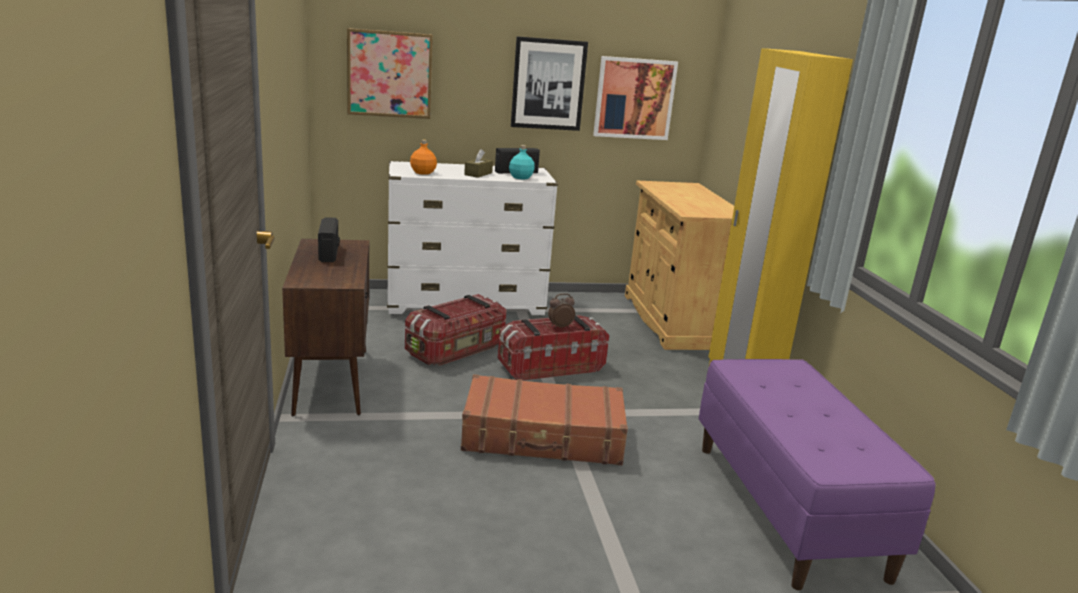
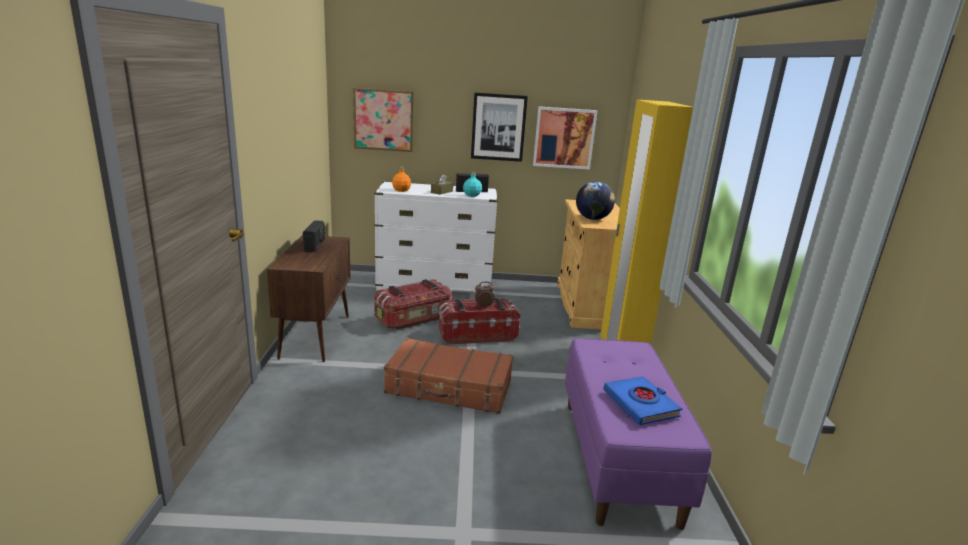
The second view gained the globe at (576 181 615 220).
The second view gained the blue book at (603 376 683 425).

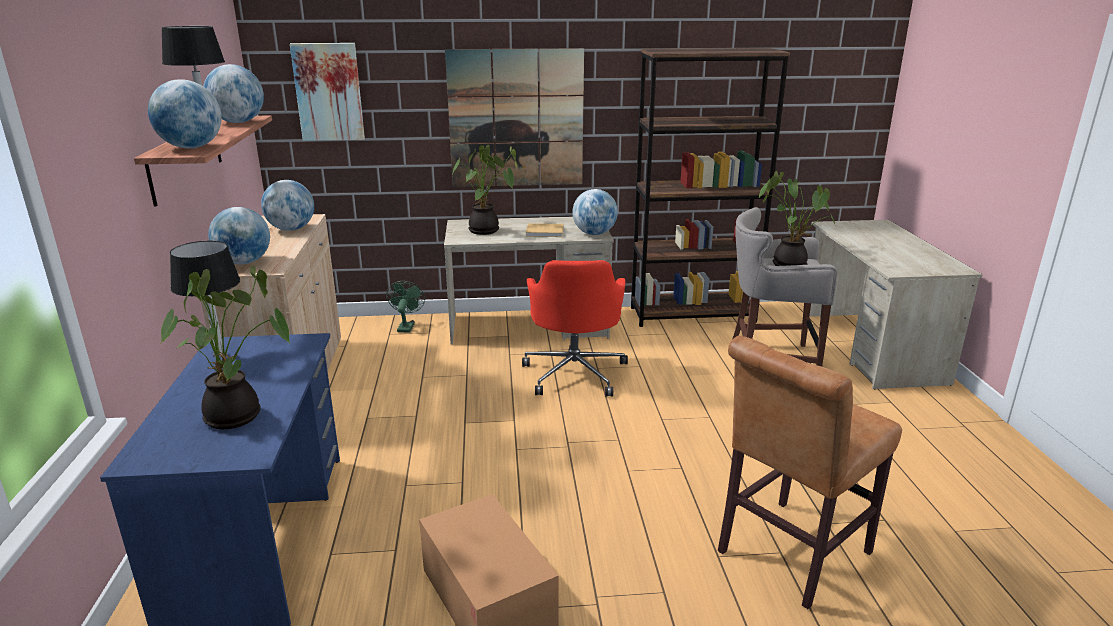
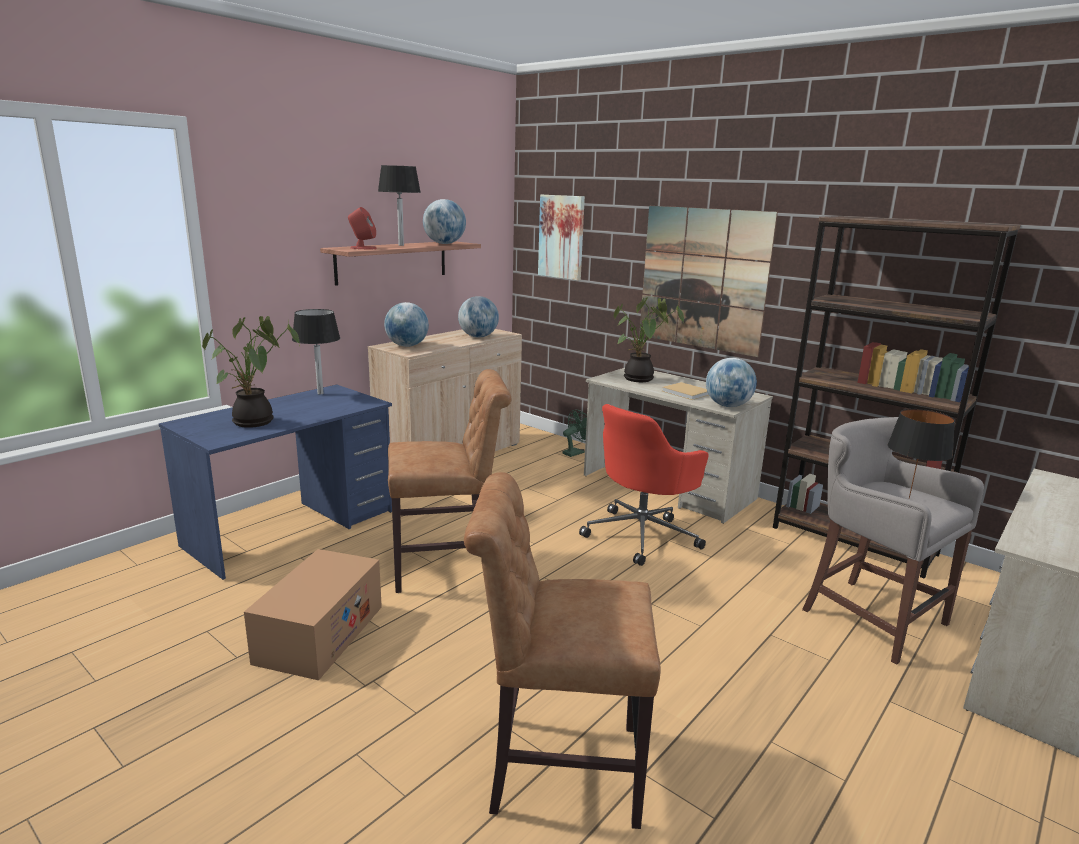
Where the globe stood at (148 79 222 148), the red speaker came to stand at (348 207 377 249).
The second view gained the brown chair at (388 369 512 593).
Where the potted plant stood at (759 171 835 266), the black table lamp came to stand at (888 409 955 499).

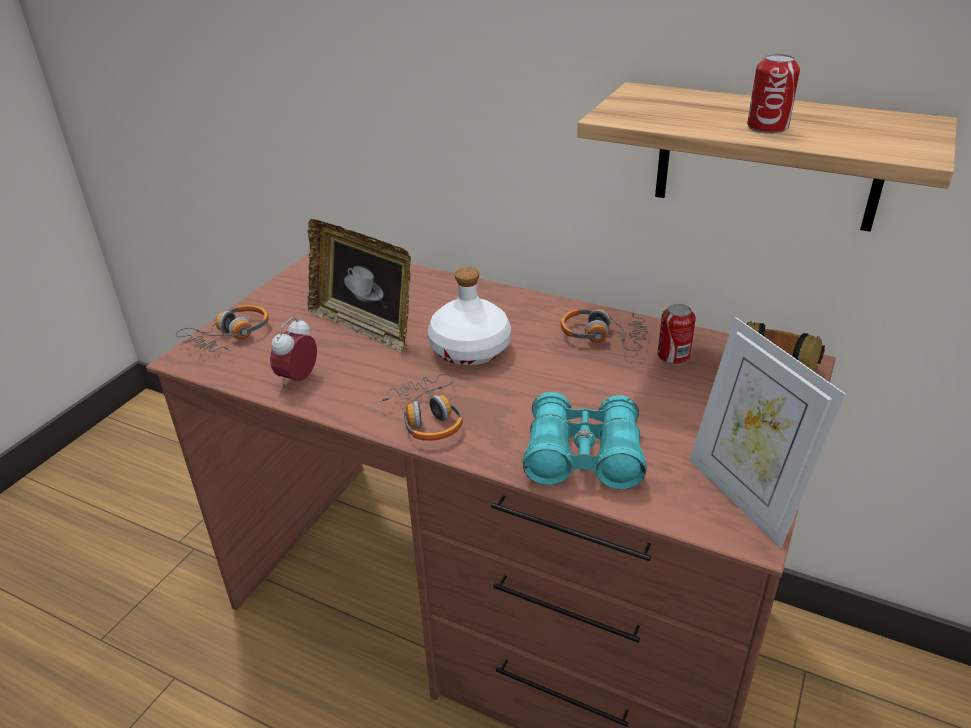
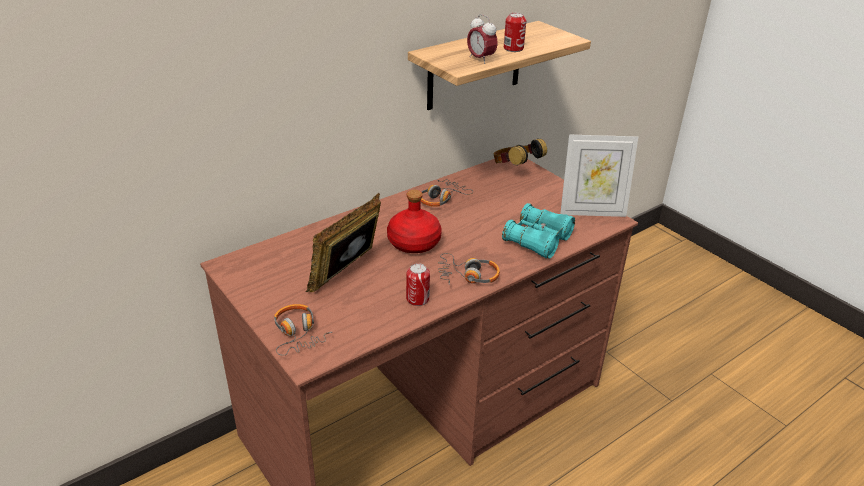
The picture frame at (308 219 411 354) ended up facing another way, 150 degrees clockwise from before.
What was the white bottle at (428 267 511 365) turned into the red bottle at (387 190 442 253).
The can ended up elsewhere, having gone from (657 304 696 364) to (406 263 430 306).
The alarm clock ended up elsewhere, having gone from (270 317 317 387) to (467 14 498 64).

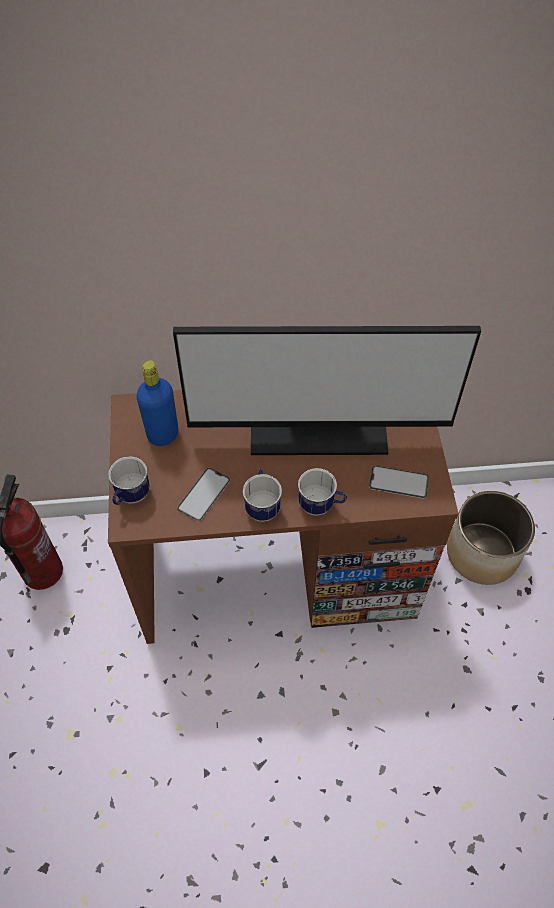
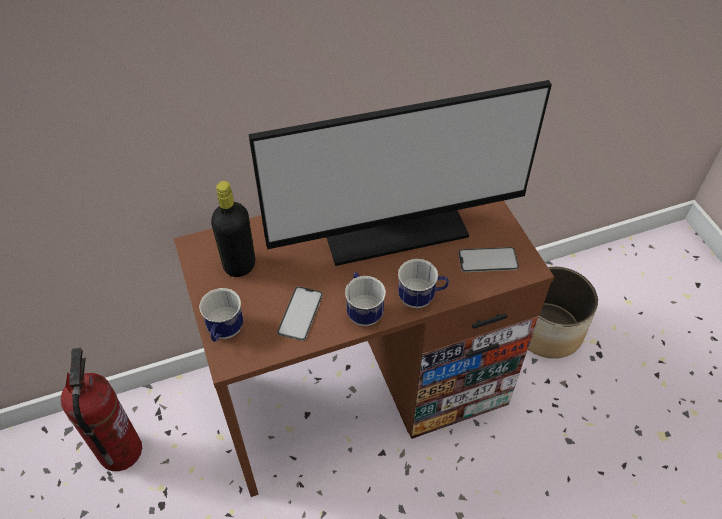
What was the blue bottle at (137 361 178 446) turned into the black bottle at (211 181 255 277).

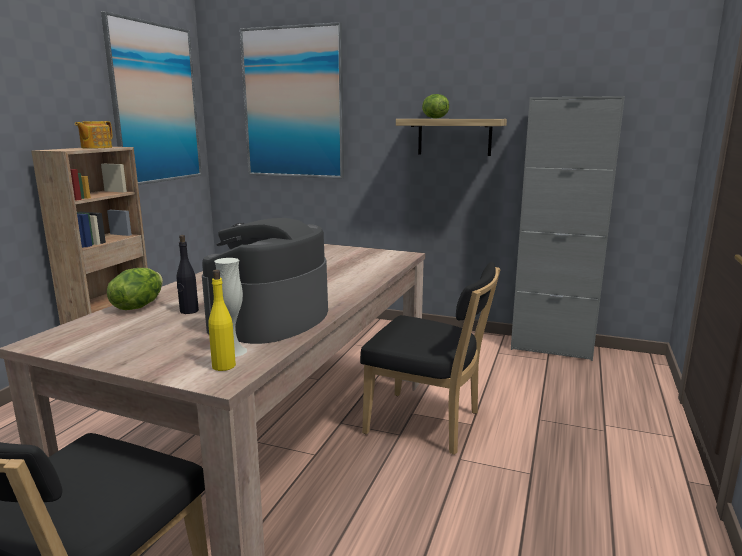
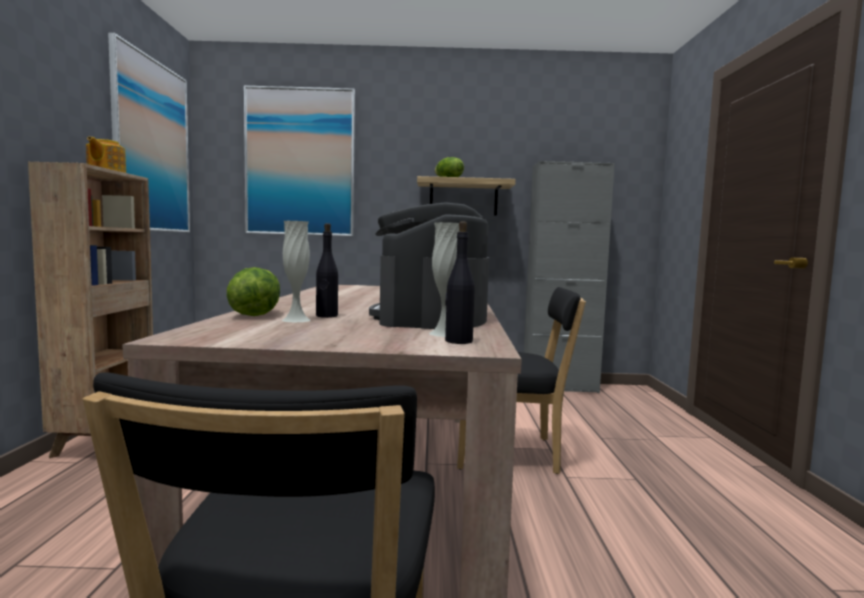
The second view gained the white vase at (282 221 310 323).
What was the yellow bottle at (208 270 236 371) turned into the black bottle at (445 222 475 344).

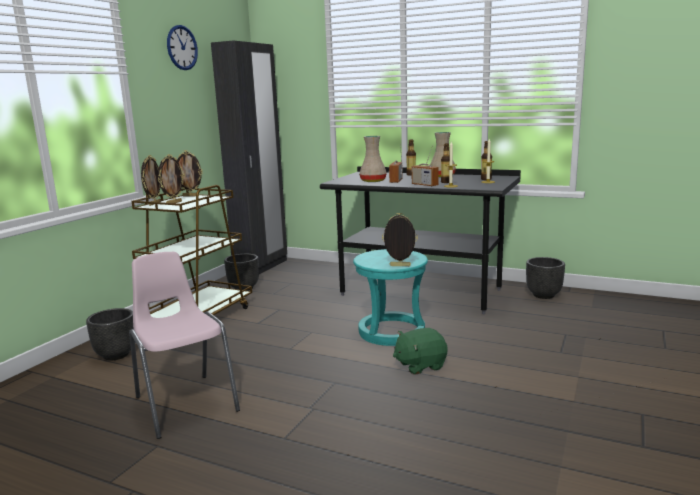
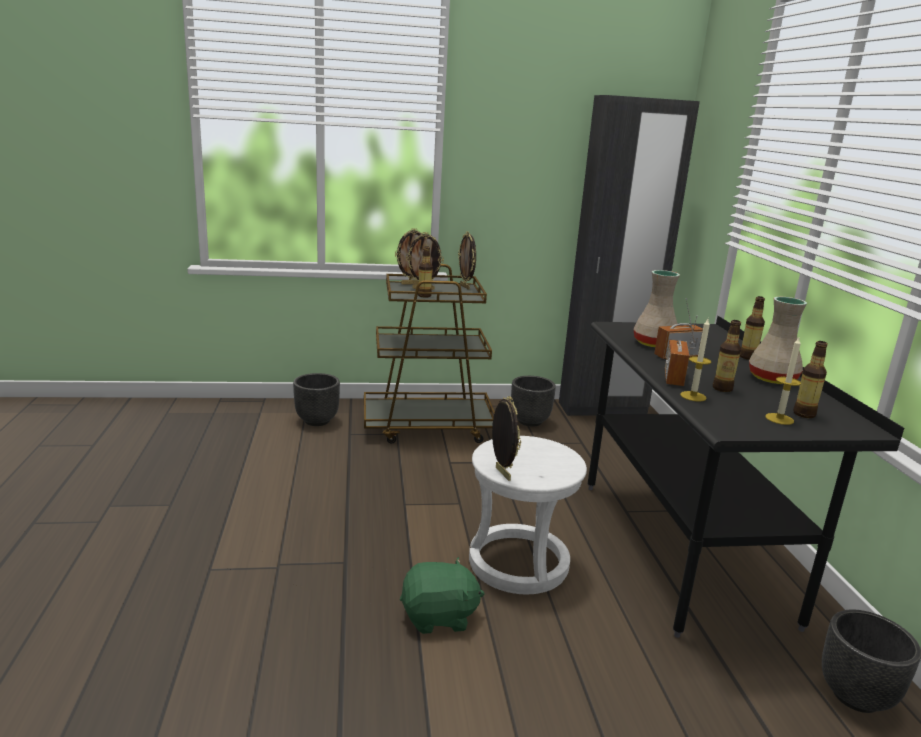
The green plush toy at (393 328 448 375) ended up facing another way, 135 degrees clockwise from before.
The second view gained the bottle at (418 246 433 298).
What was the turquoise stool at (353 249 428 346) turned into the white stool at (469 436 587 594).
The second view lost the pink chair at (129 252 240 439).
The second view lost the wall clock at (167 25 198 70).

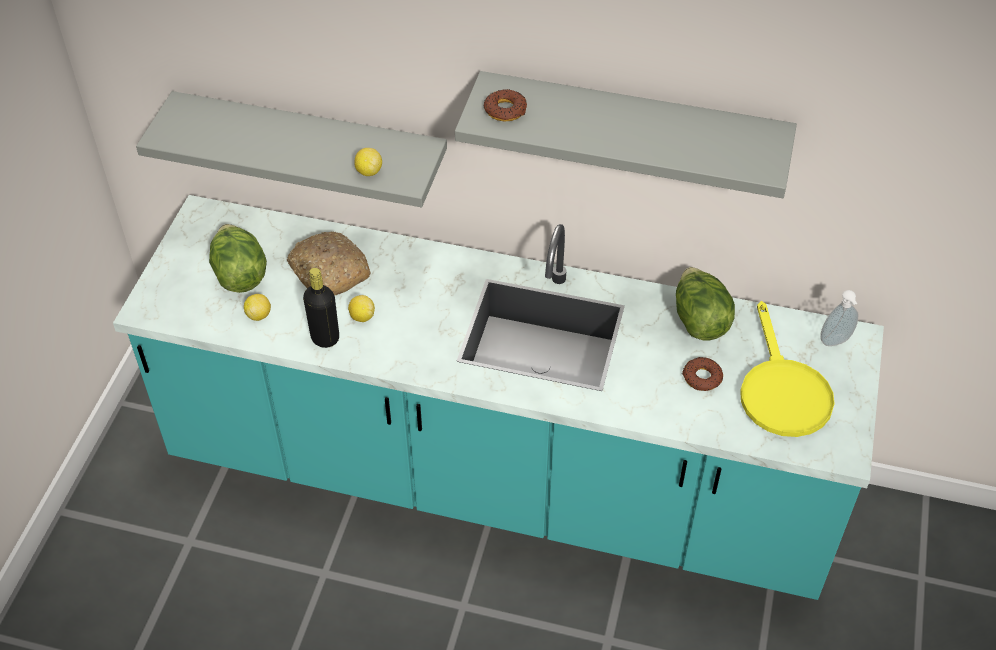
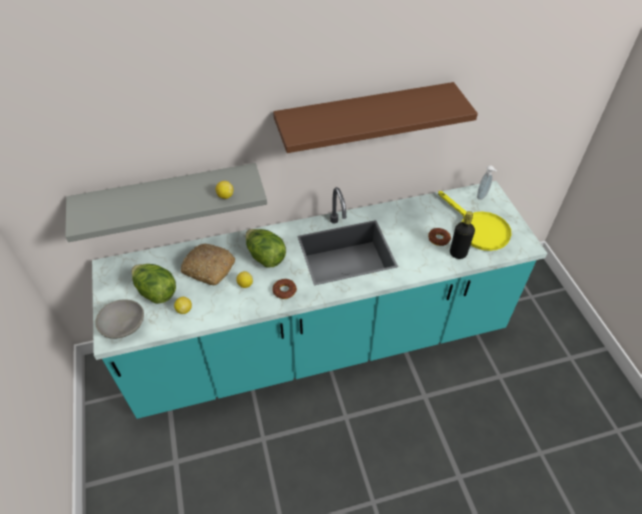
The second view gained the grey bowl at (95 299 144 339).
The lettuce ended up elsewhere, having gone from (676 267 735 341) to (246 229 286 268).
The donut ended up elsewhere, having gone from (484 89 527 122) to (272 279 297 299).
What was the grey shelf at (455 71 797 198) turned into the brown shelf at (273 82 478 153).
The black bottle ended up elsewhere, having gone from (303 268 339 348) to (450 211 475 259).

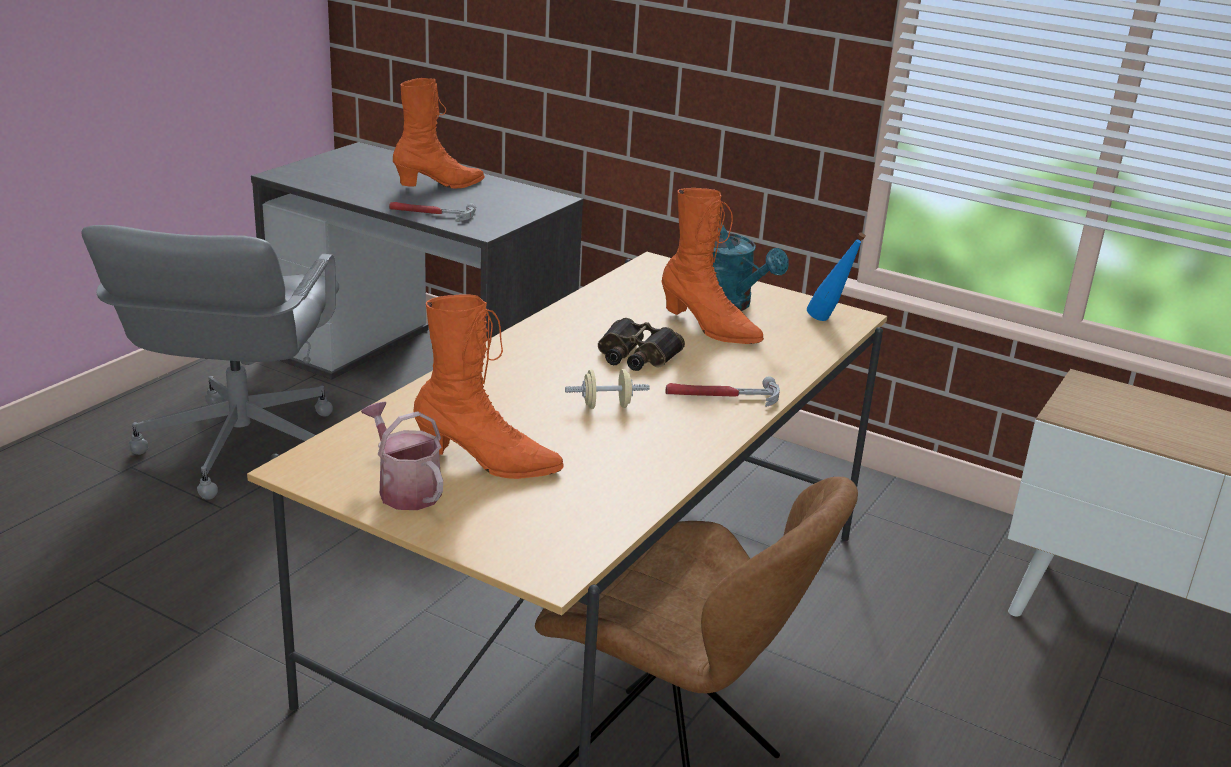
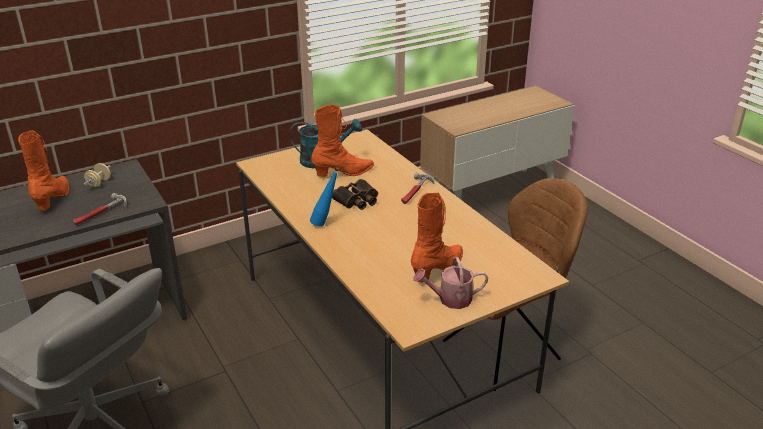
The beige dumbbell ended up elsewhere, having gone from (565 369 650 409) to (83 163 111 187).
The blue bottle ended up elsewhere, having gone from (807 232 866 321) to (310 167 339 227).

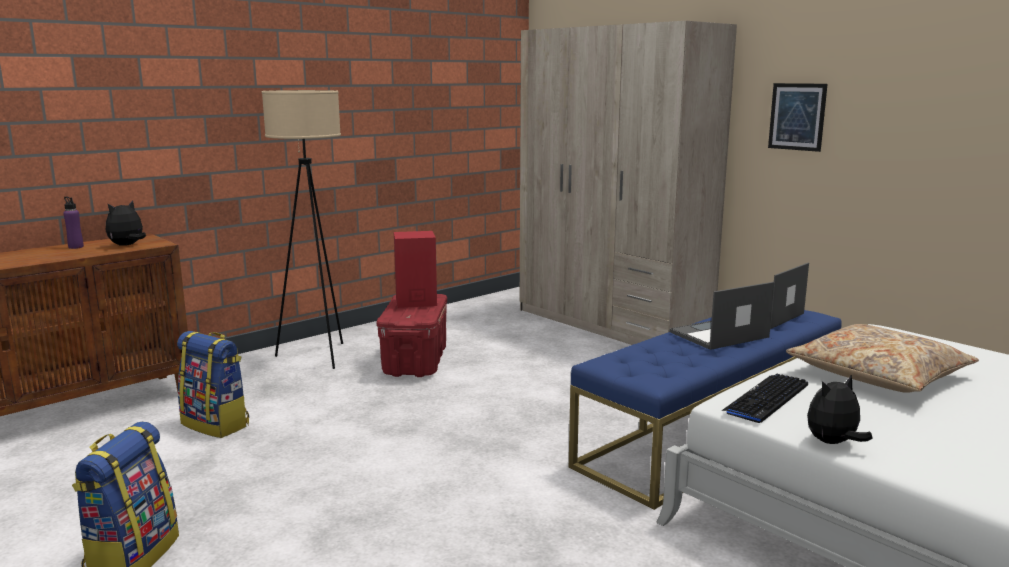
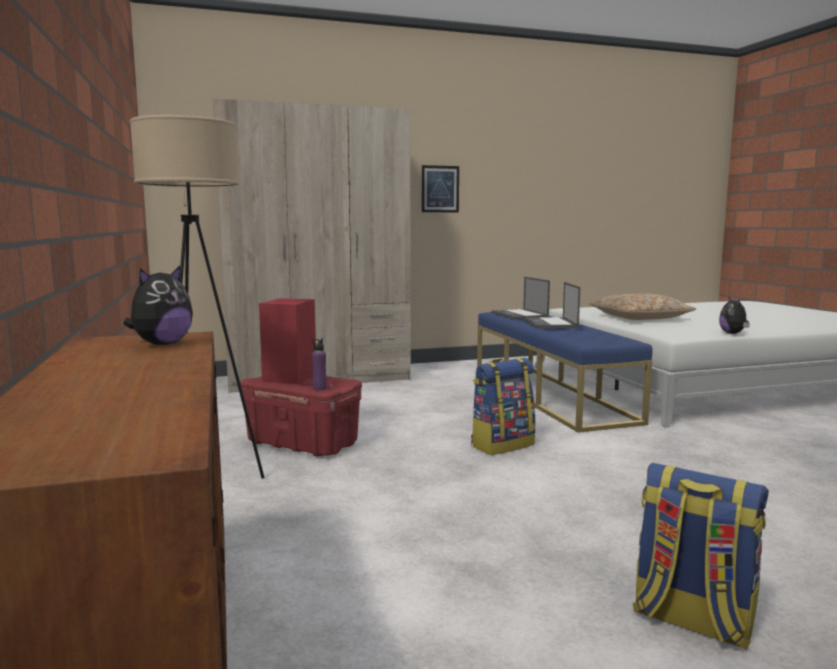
The plush toy at (106 200 146 246) ended up facing another way, 120 degrees counterclockwise from before.
The purple bottle ended up elsewhere, having gone from (63 196 84 249) to (312 338 327 391).
The backpack ended up elsewhere, having gone from (177 331 249 438) to (471 358 535 455).
The second view lost the keyboard at (721 374 808 423).

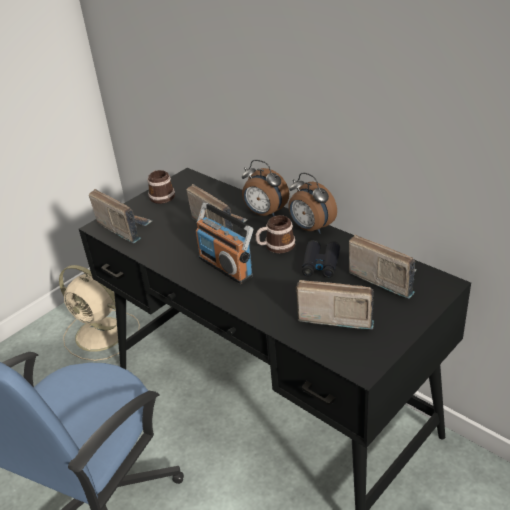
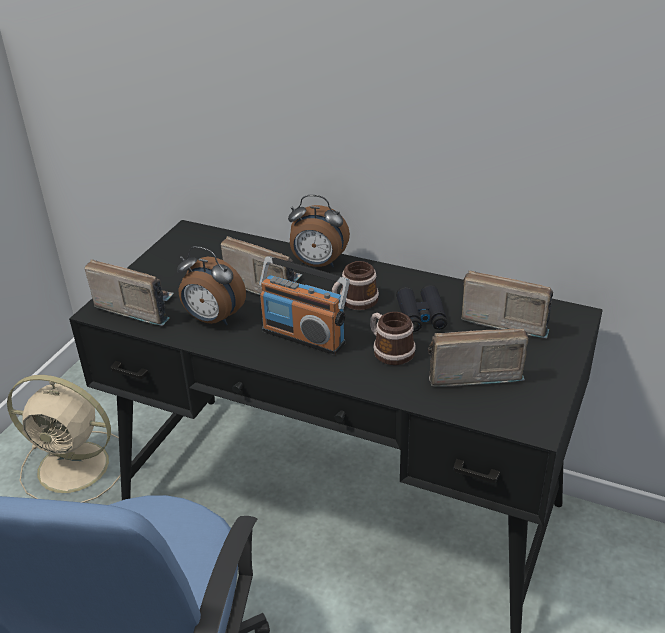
The alarm clock ended up elsewhere, having gone from (288 172 337 234) to (177 246 246 325).
The mug ended up elsewhere, having gone from (147 170 175 204) to (370 312 416 365).

